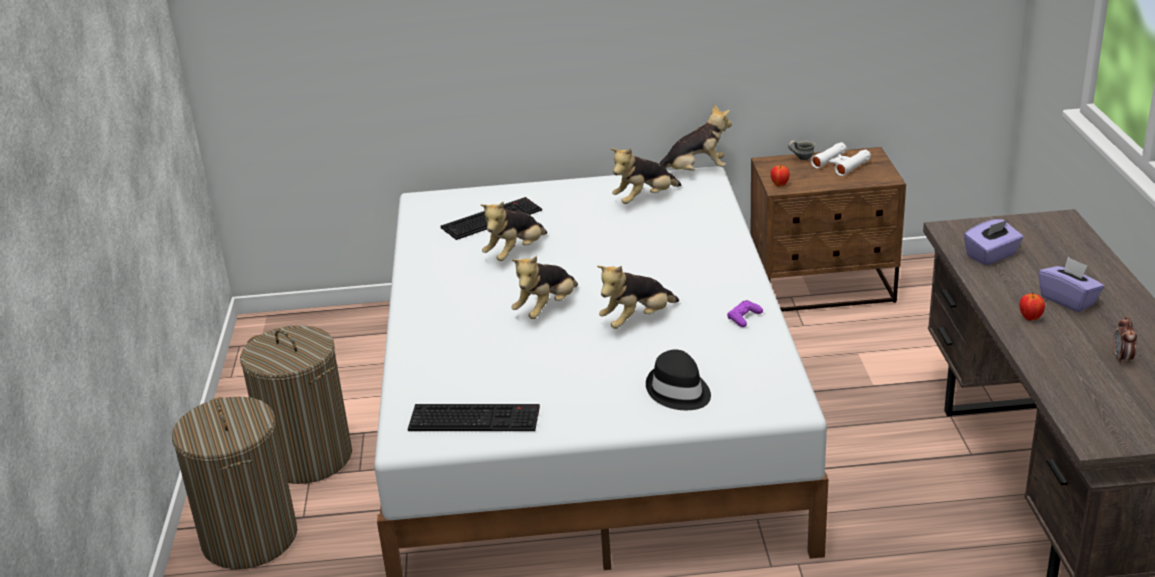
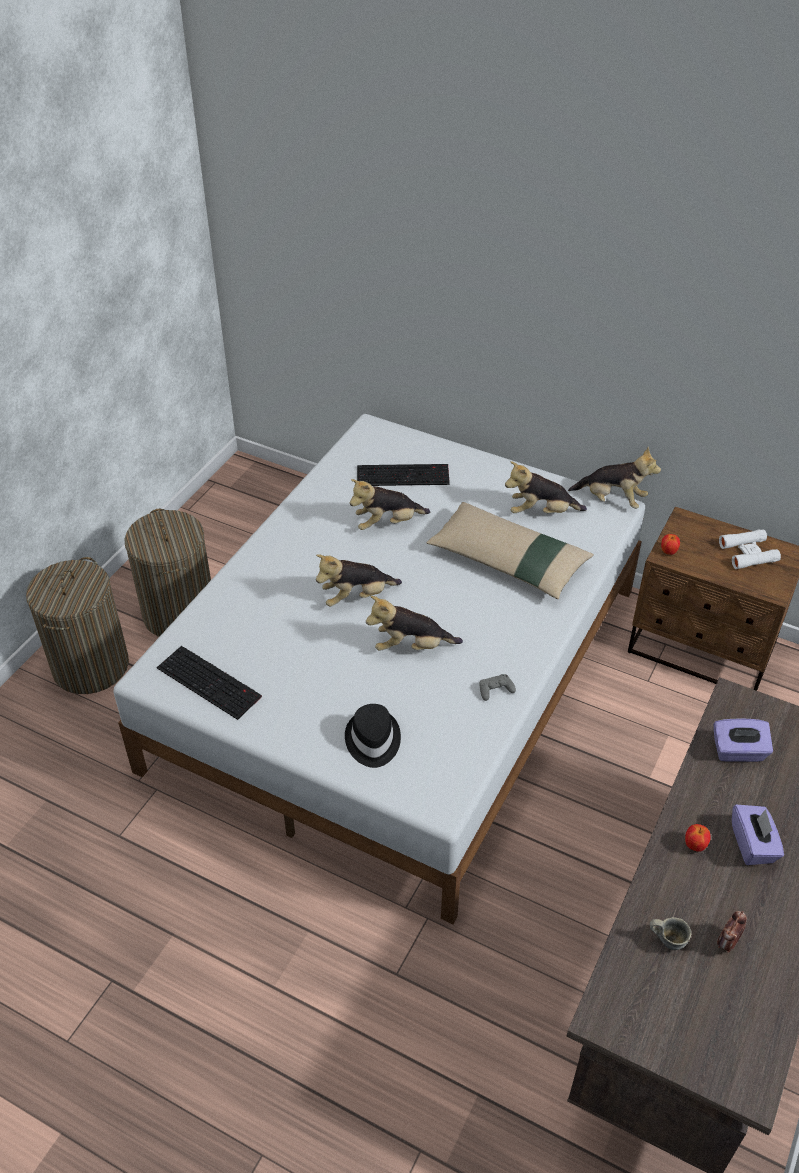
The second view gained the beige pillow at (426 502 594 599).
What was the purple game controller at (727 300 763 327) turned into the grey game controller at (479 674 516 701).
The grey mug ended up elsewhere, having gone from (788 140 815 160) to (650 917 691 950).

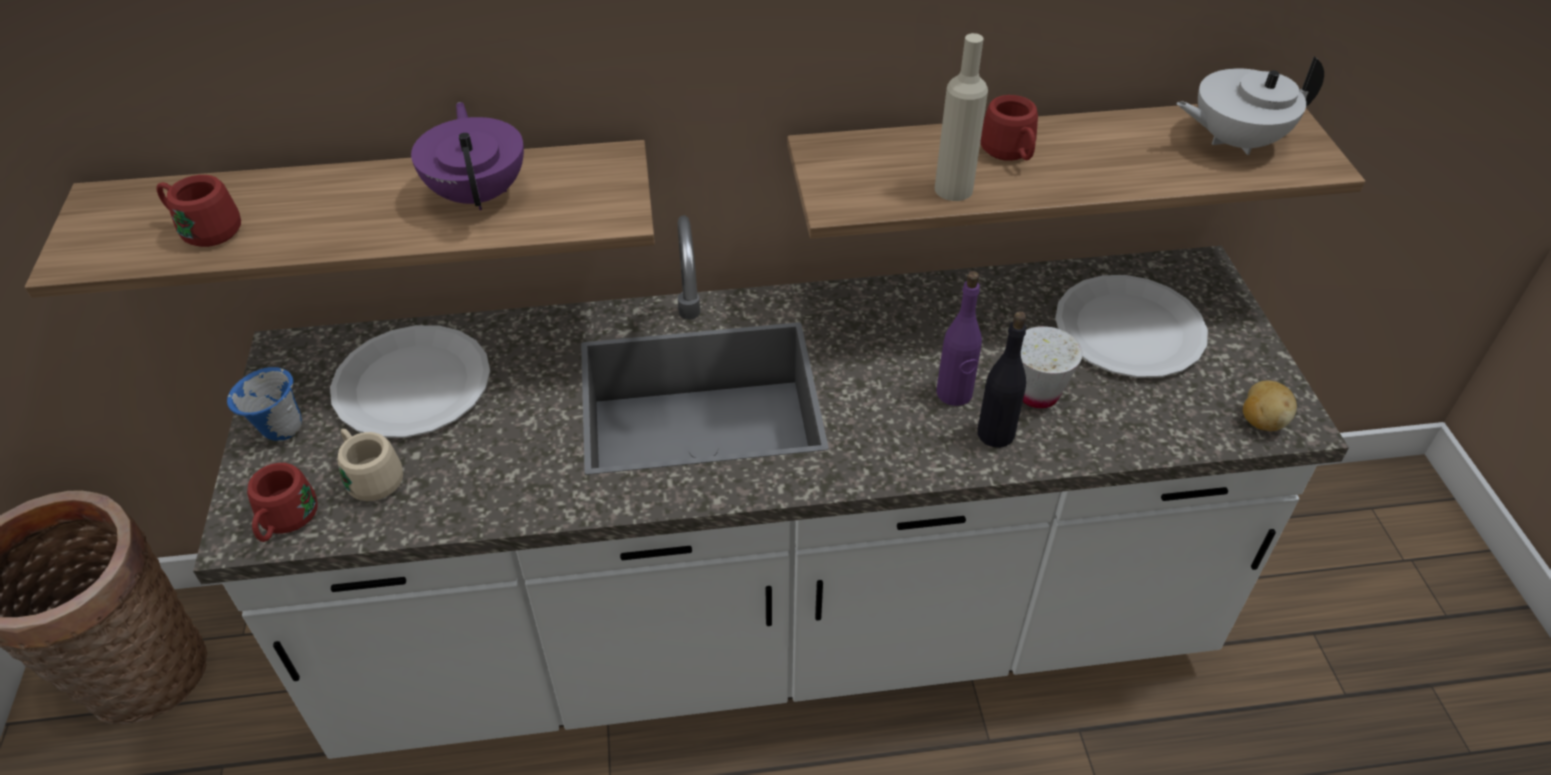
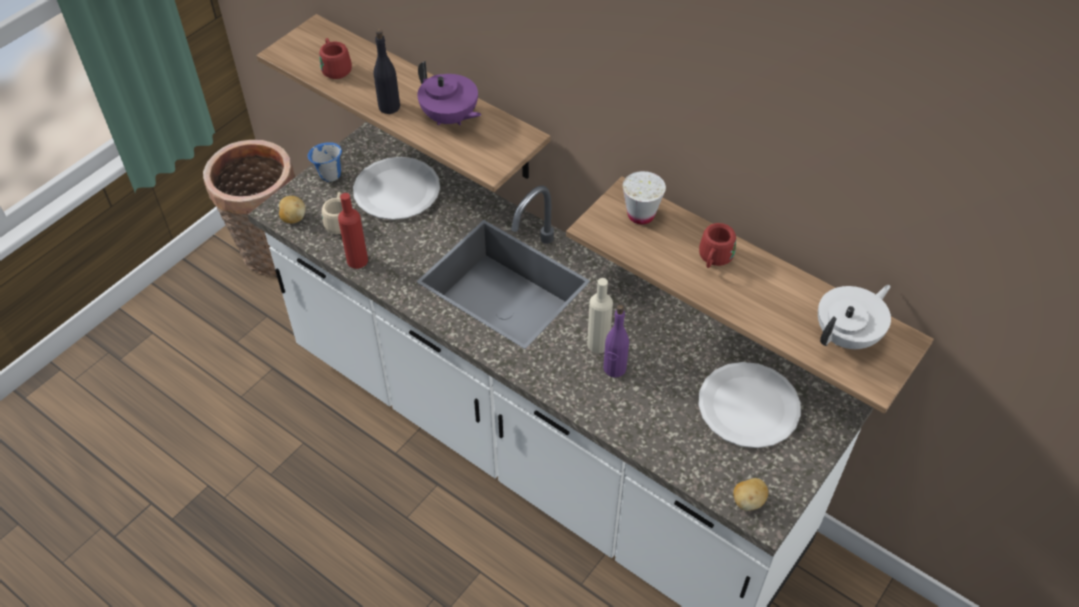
Where the red mug stood at (247 463 318 542), the potato came to stand at (279 196 305 223).
The second view gained the red bottle at (338 193 368 269).
The black bottle ended up elsewhere, having gone from (977 312 1026 448) to (374 29 400 114).
The purple teapot at (411 102 524 210) ended up facing another way, 105 degrees clockwise from before.
The beige bottle ended up elsewhere, having gone from (935 33 988 201) to (587 278 613 353).
The white cup ended up elsewhere, having gone from (1021 326 1083 409) to (622 171 666 224).
The white teapot at (1176 56 1324 155) ended up facing another way, 105 degrees clockwise from before.

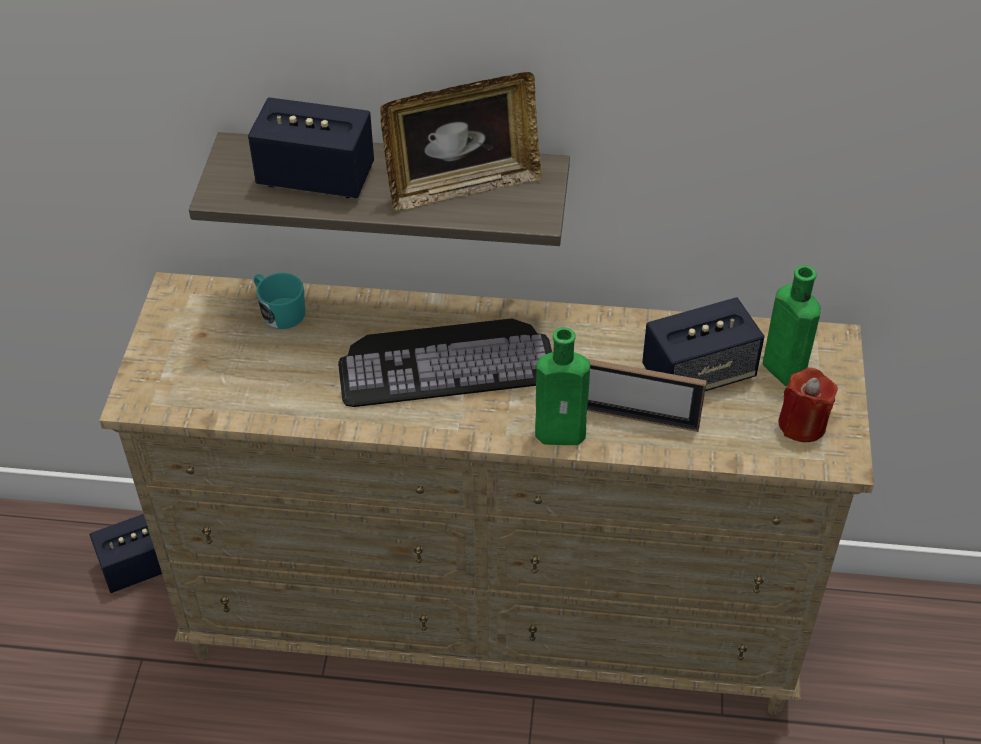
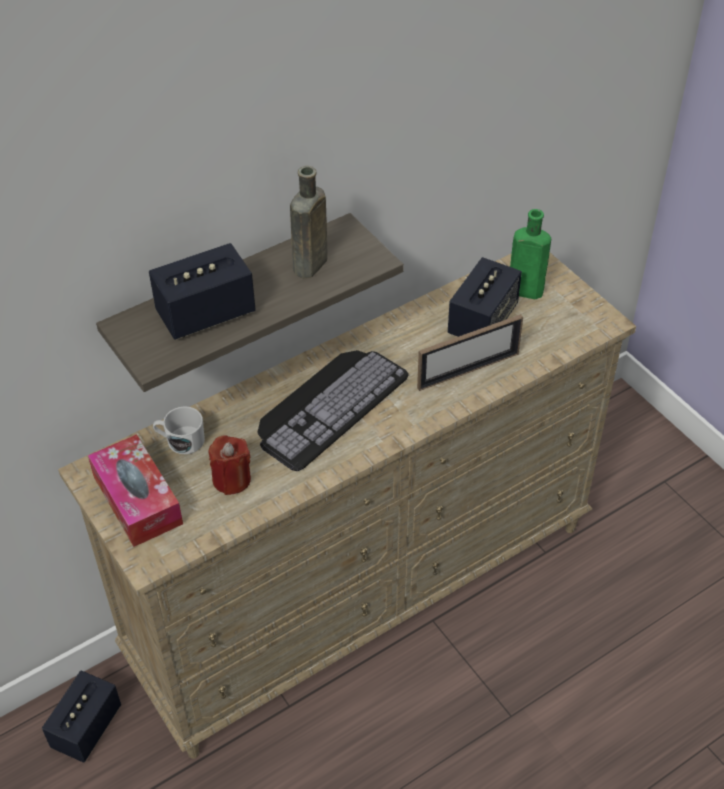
The second view gained the tissue box at (88 434 183 547).
What was the turquoise mug at (254 273 306 329) turned into the white mug at (153 406 205 454).
The red candle ended up elsewhere, having gone from (778 368 838 442) to (209 435 251 495).
Where the picture frame stood at (380 72 542 210), the brown bottle came to stand at (290 166 327 278).
The second view lost the green bottle at (535 327 590 445).

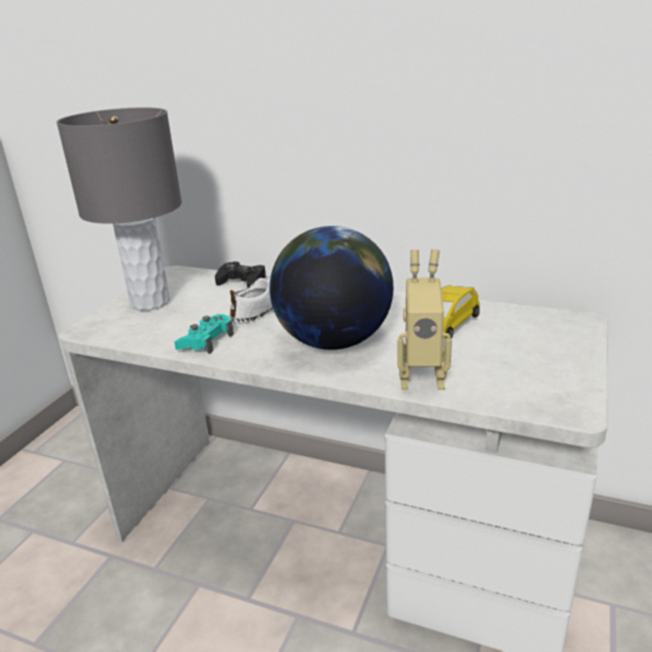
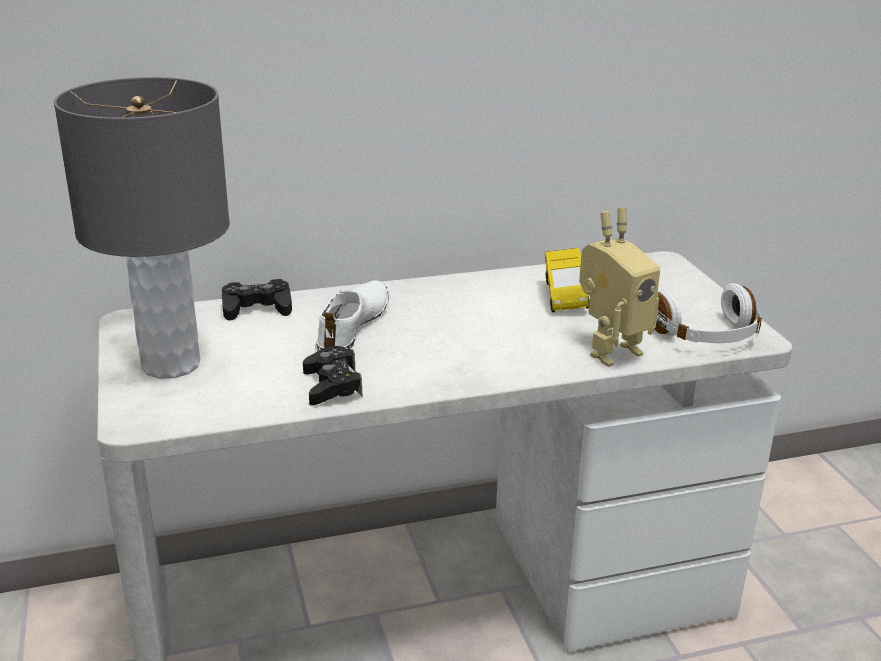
What was the turquoise game controller at (174 314 234 354) turned into the black game controller at (303 346 362 405).
The second view gained the white headphones at (655 283 762 343).
The second view lost the globe at (270 226 393 350).

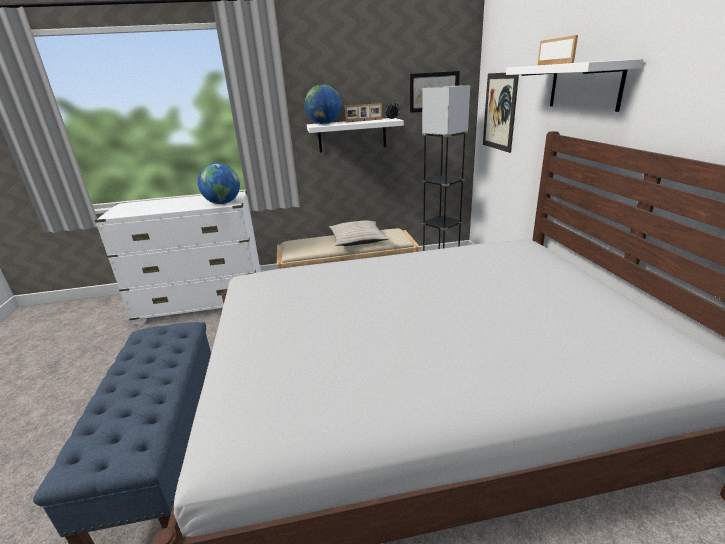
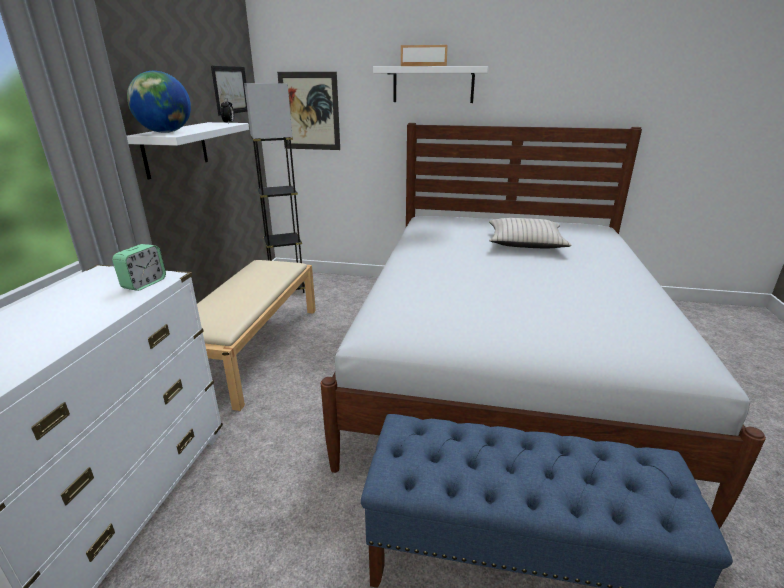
Where the globe stood at (198 163 240 204), the alarm clock came to stand at (112 244 166 291).
The beige pillow ended up elsewhere, having gone from (329 221 389 246) to (489 218 572 248).
The second view lost the picture frame at (345 103 383 122).

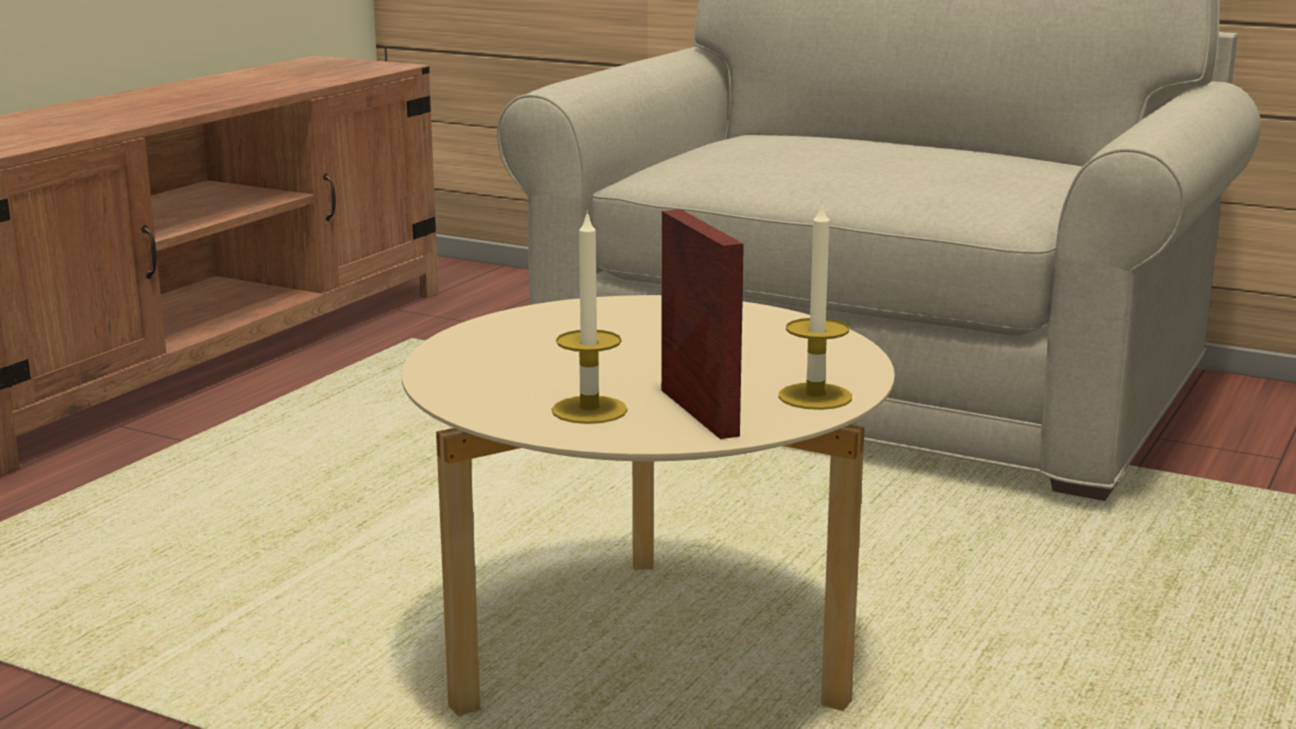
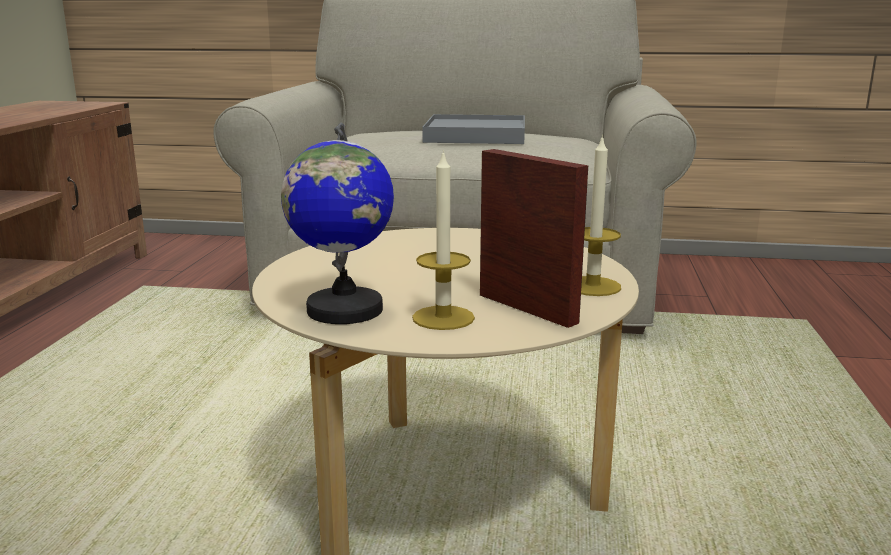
The second view gained the globe at (281 122 394 324).
The second view gained the grey tray at (422 114 525 144).

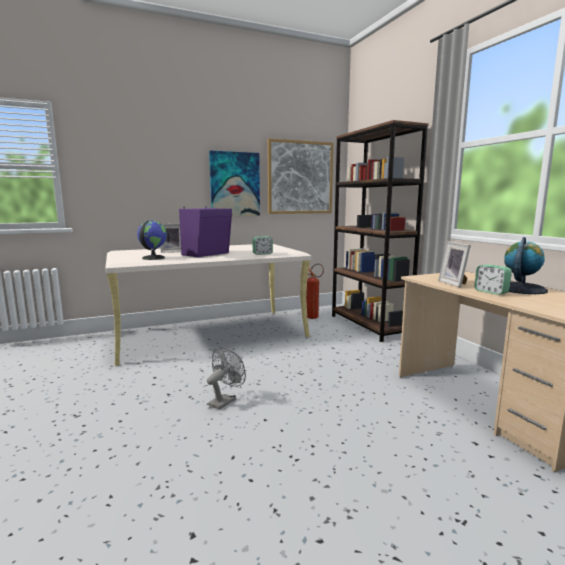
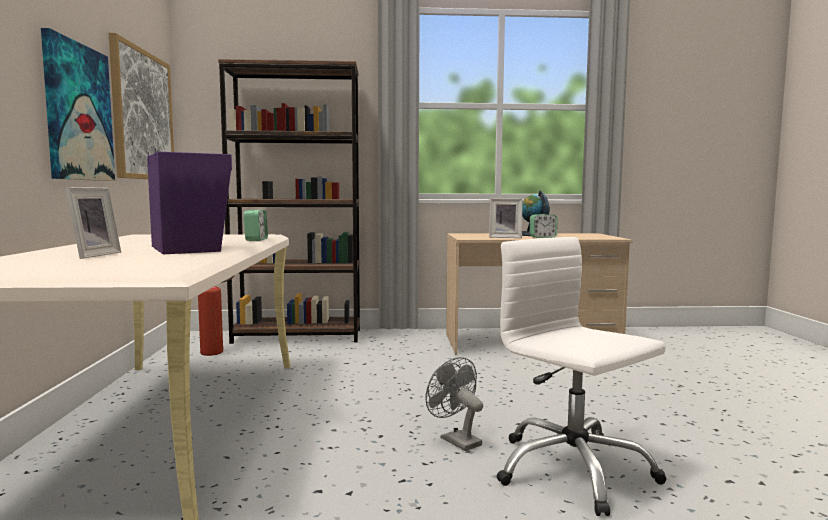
The second view gained the white office chair at (497 237 667 516).
The second view lost the globe at (137 220 167 260).

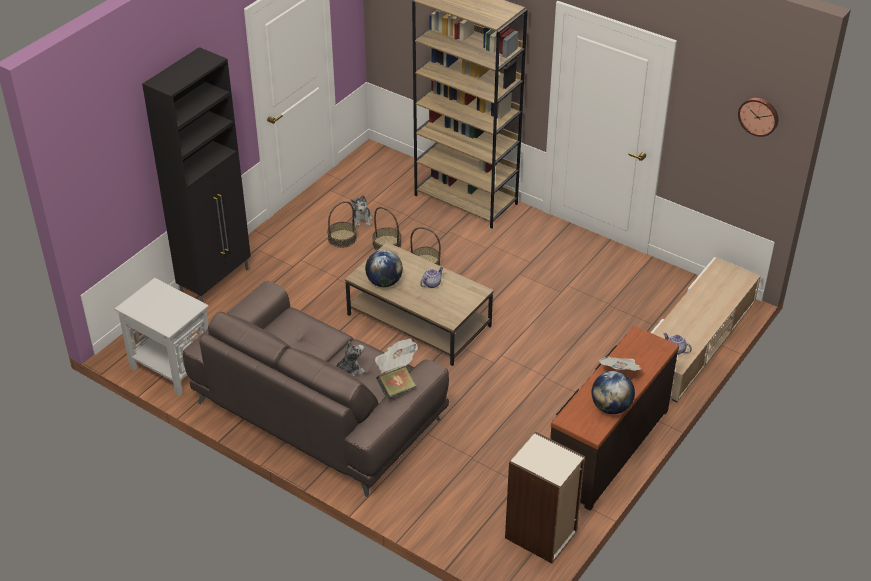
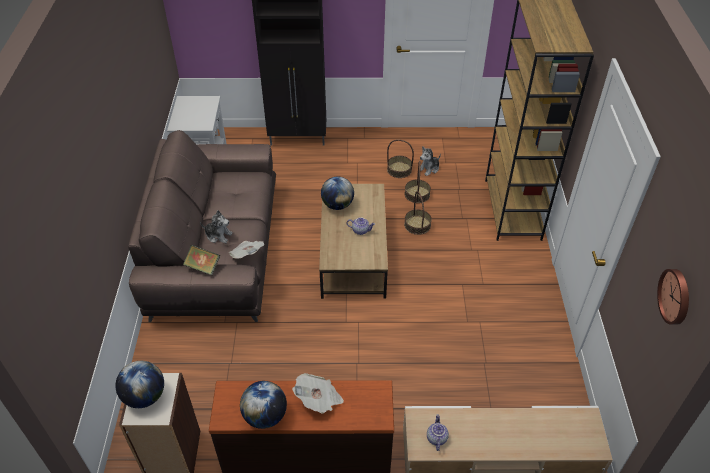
The second view gained the globe at (115 361 164 408).

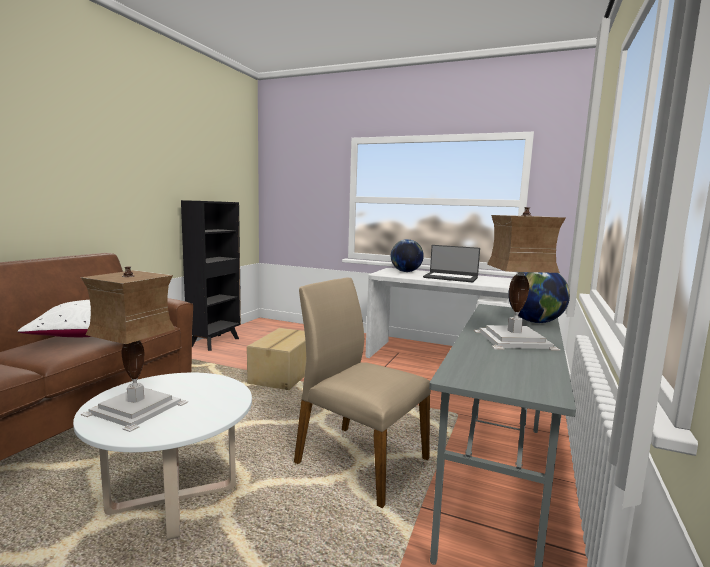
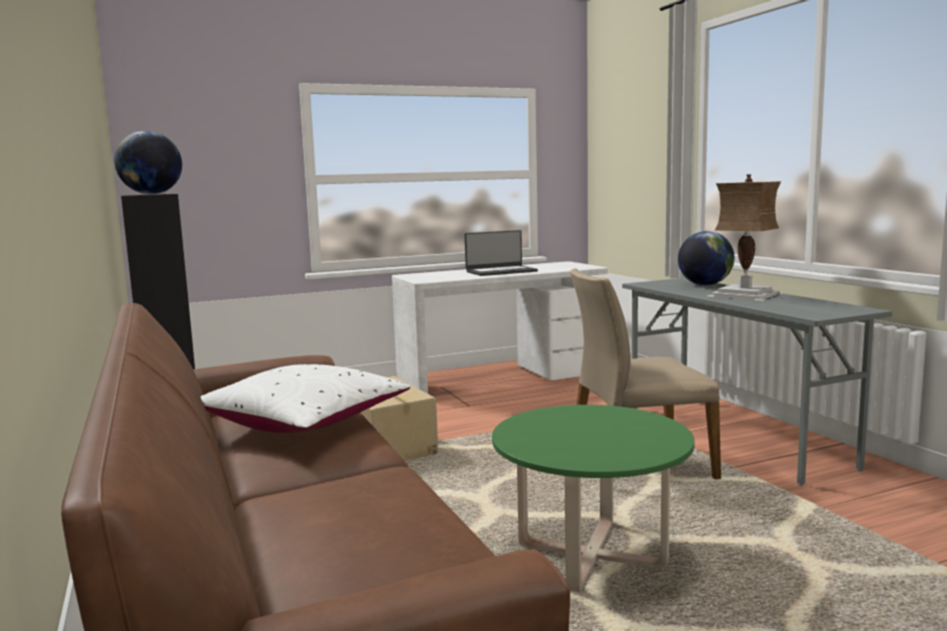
The globe ended up elsewhere, having gone from (391 239 424 272) to (114 131 182 194).
What was the white coffee table at (73 373 252 540) turned into the green coffee table at (492 405 695 592).
The second view lost the table lamp at (81 266 188 432).

